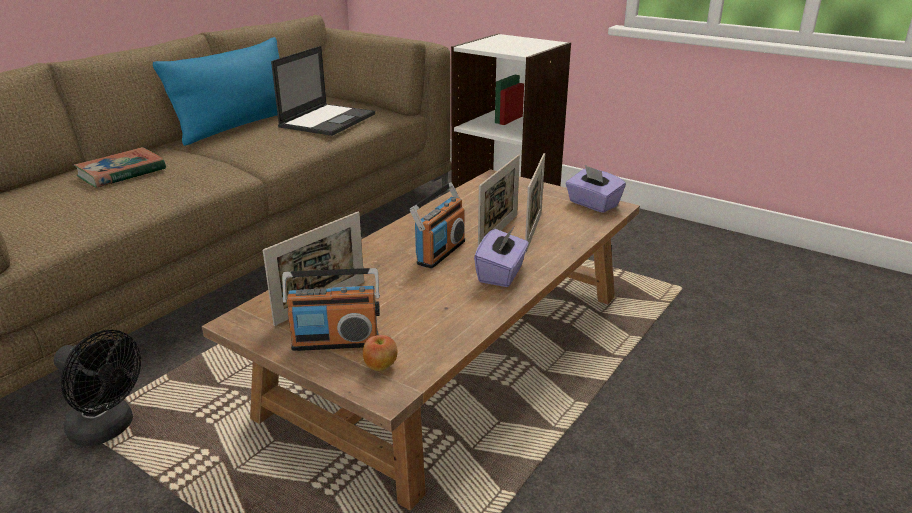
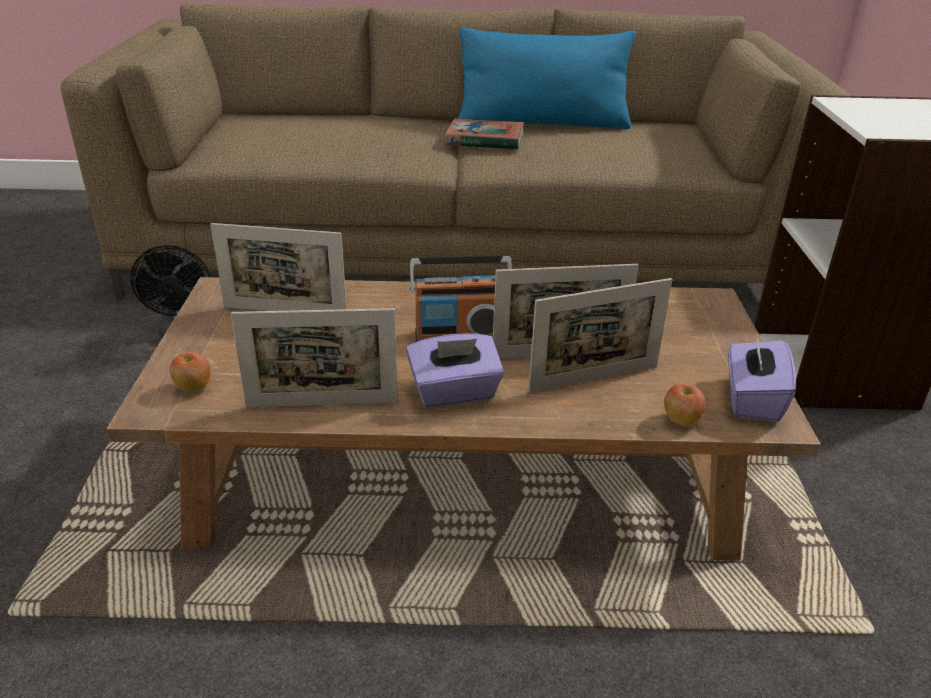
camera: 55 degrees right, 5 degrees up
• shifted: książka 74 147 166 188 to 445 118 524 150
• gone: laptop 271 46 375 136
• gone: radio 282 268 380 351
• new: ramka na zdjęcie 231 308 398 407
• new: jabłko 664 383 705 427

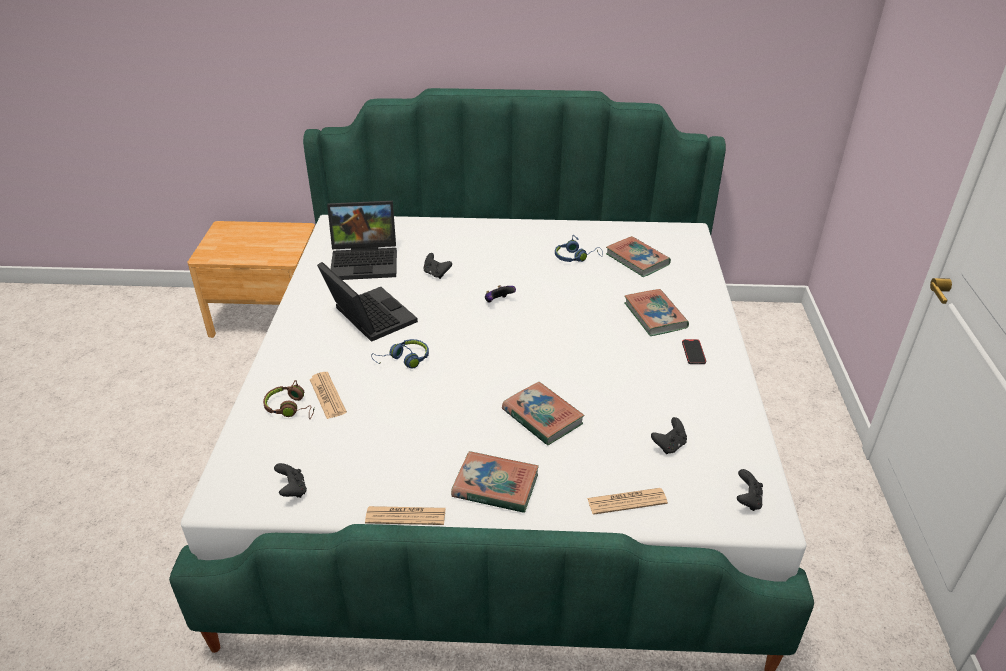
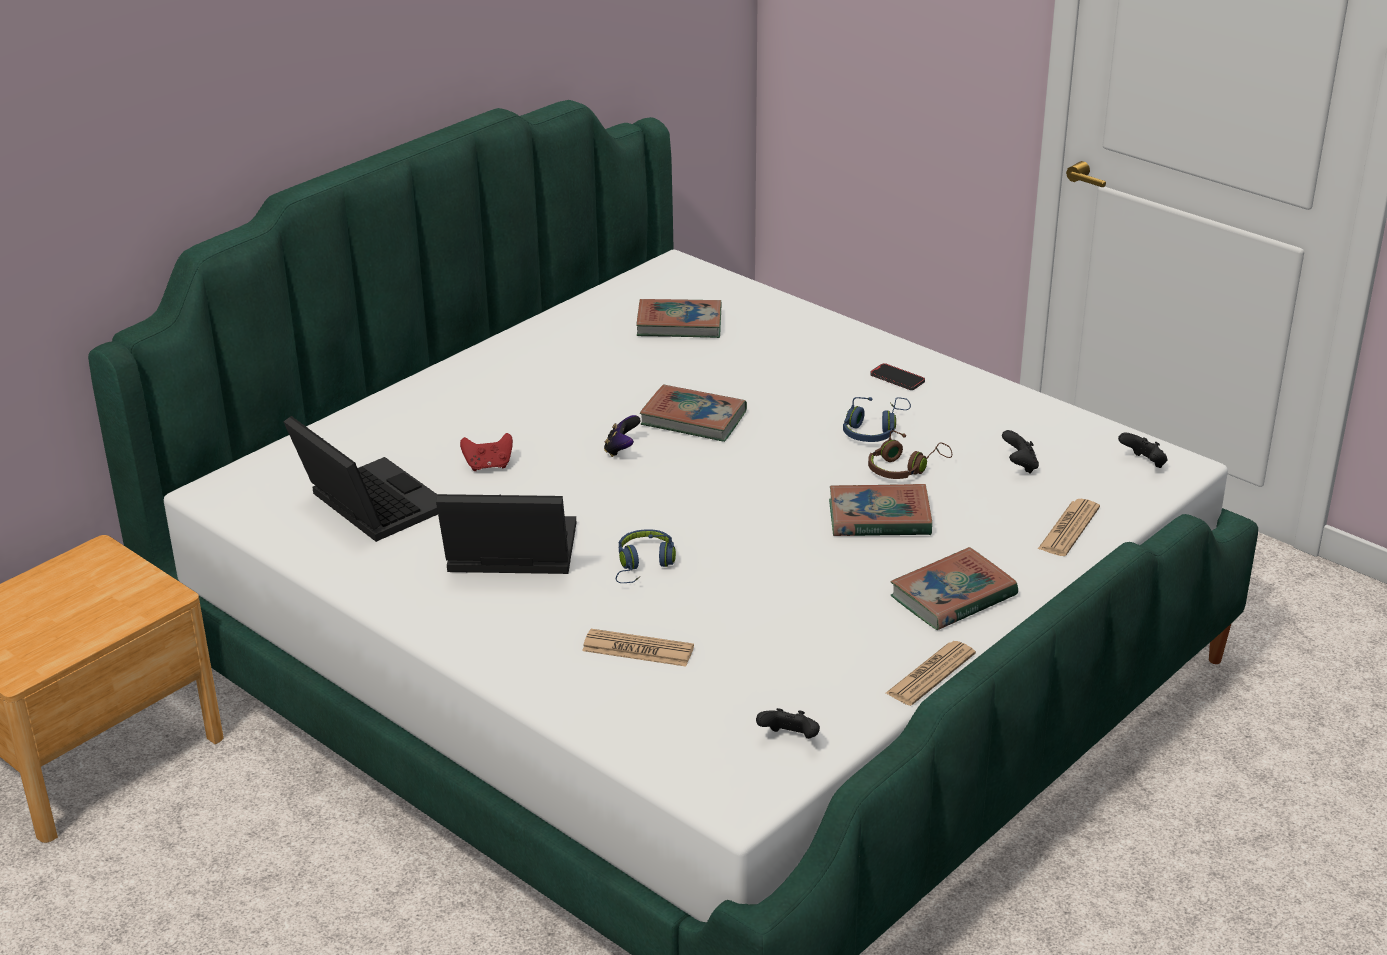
camera: 50 degrees left, 5 degrees down
• shifted: słuchawki/brązowy 263 380 314 419 to 868 430 952 479
• rotated: laptop 327 201 397 280 = 283 416 438 542 75 degrees counterclockwise
• repainted: pad do gier/czarny 423 253 452 279 to pad do gier/czerwony 460 433 513 471
• shifted: słuchawki/niebieski 555 235 603 262 to 843 397 911 442
• shifted: książka 624 289 689 336 to 640 385 747 442

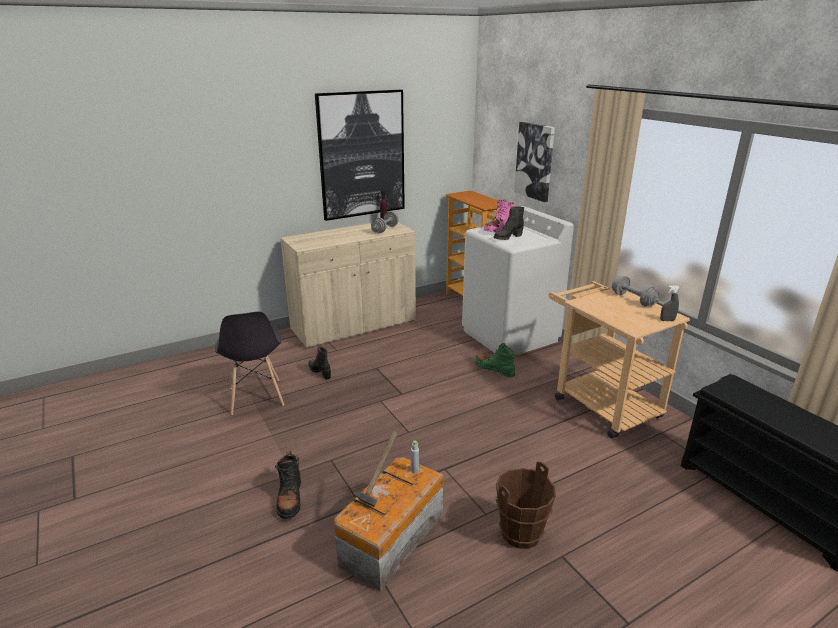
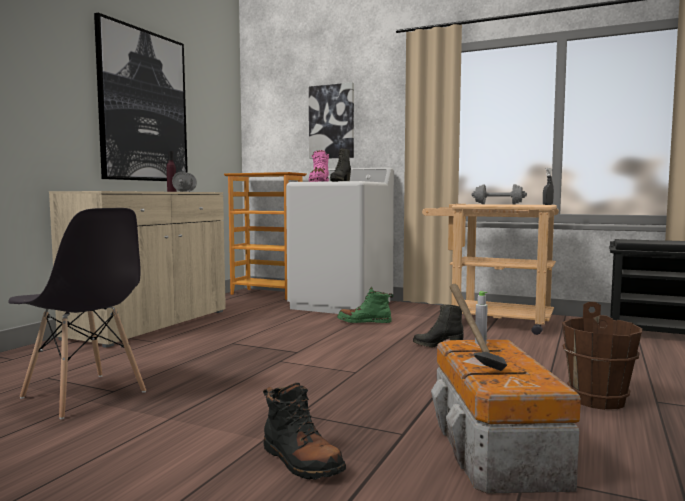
camera: 35 degrees left, 20 degrees down
• shifted: but z cholewką/czarny 308 347 331 380 to 413 304 464 347

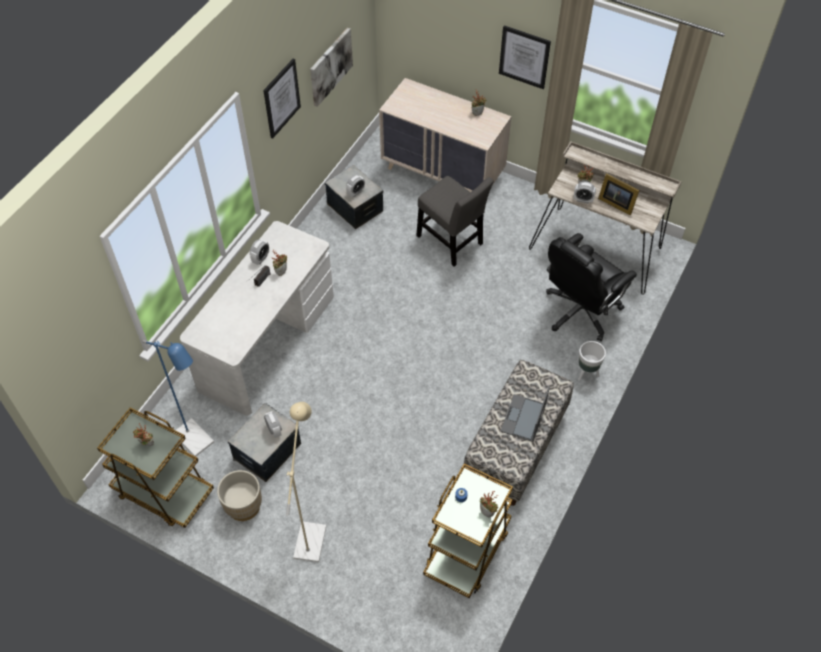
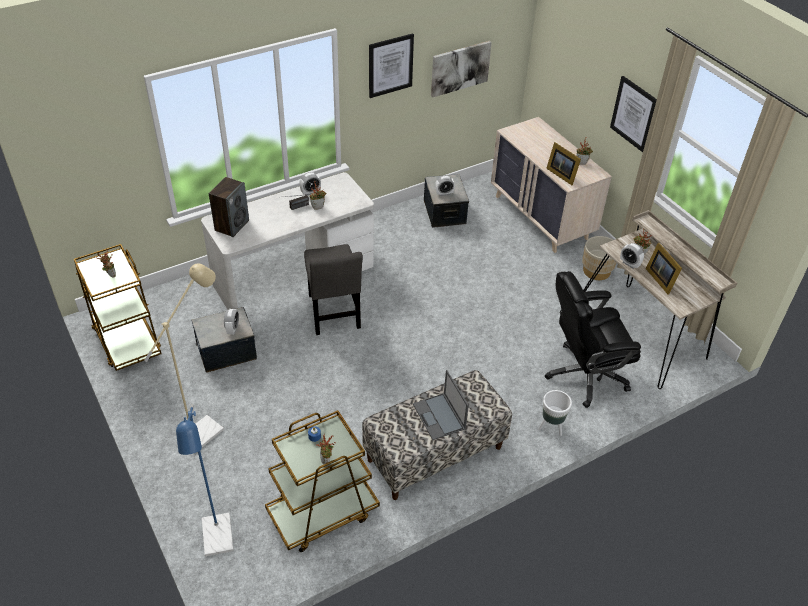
camera: 30 degrees right, 10 degrees down
• shifted: lampa stojąca/niebieski 142 340 214 457 to 176 405 234 556
• shifted: donica/beżowy 217 470 262 521 to 582 236 616 280
• shifted: krzesło/szary 416 176 494 267 to 304 244 363 335
• rotated: laptop 500 386 550 442 = 413 370 469 440 75 degrees counterclockwise
• new: głośnik 209 177 249 237
• new: ramka na zdjęcie 546 142 581 185

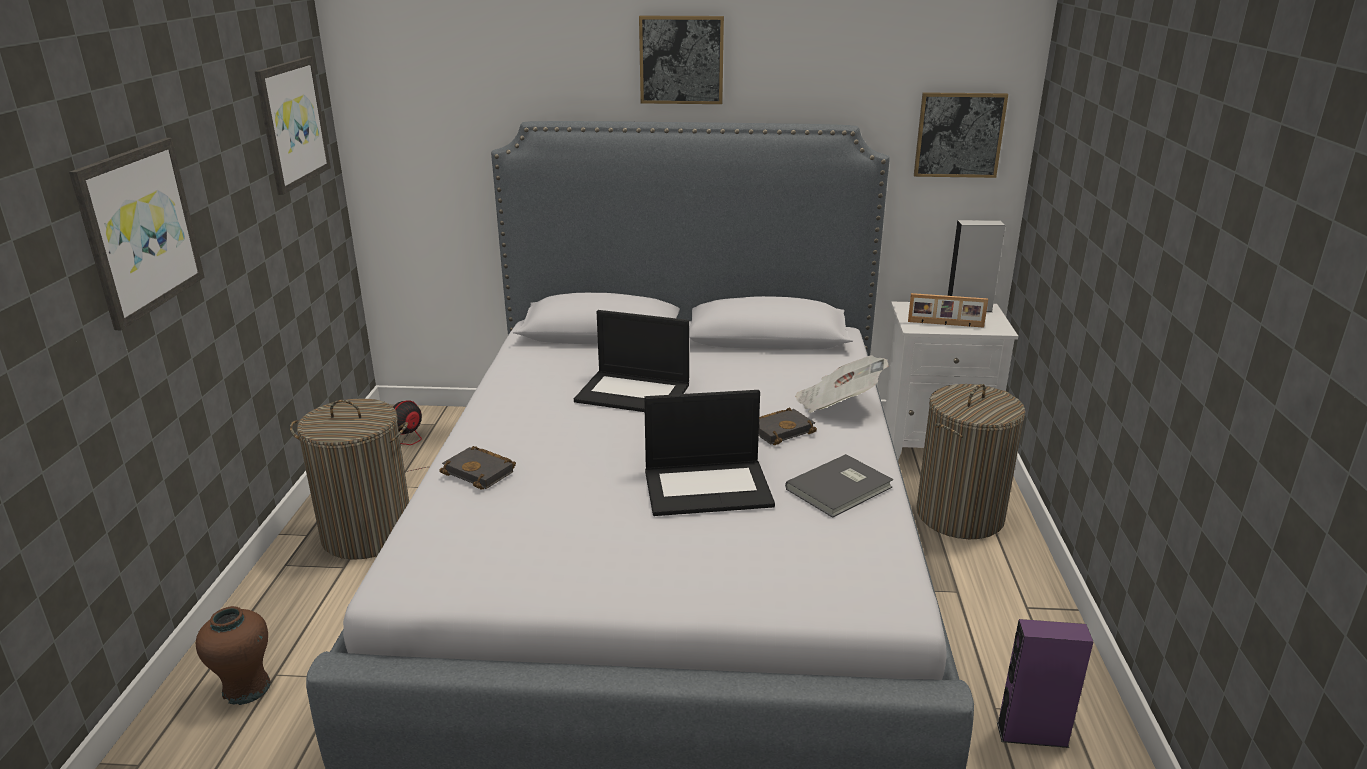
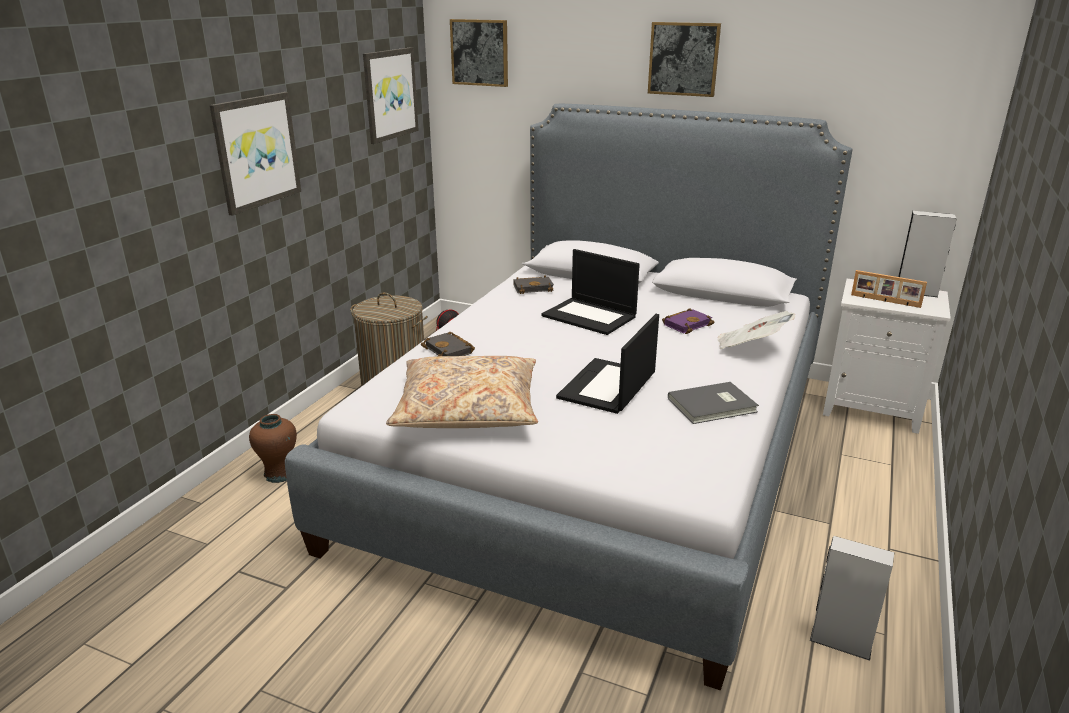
camera: 20 degrees right, 0 degrees up
• rotated: laptop 644 390 775 516 = 556 314 659 414 105 degrees clockwise
• shifted: książka/czarny 759 407 817 445 to 514 276 554 294
• shifted: obraz 914 92 1008 178 to 450 19 508 87
• gone: kosz na pranie 916 384 1026 539
• repainted: głośnik/fioletowy 997 619 1093 748 to głośnik/szary 810 536 894 661
• new: poduszka/beżowy 386 356 538 428
• new: książka/fioletowy 662 308 714 334

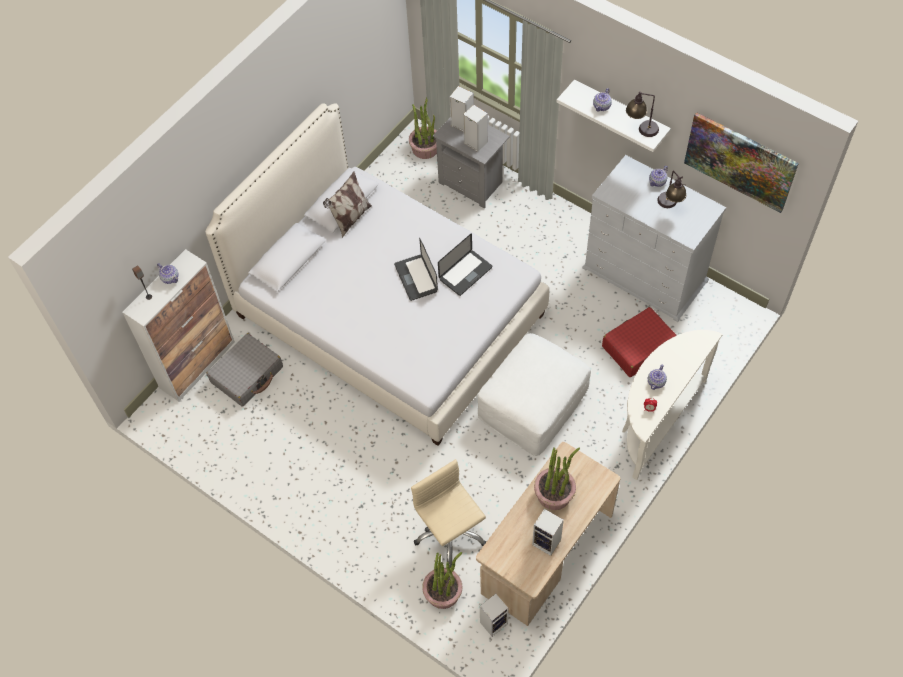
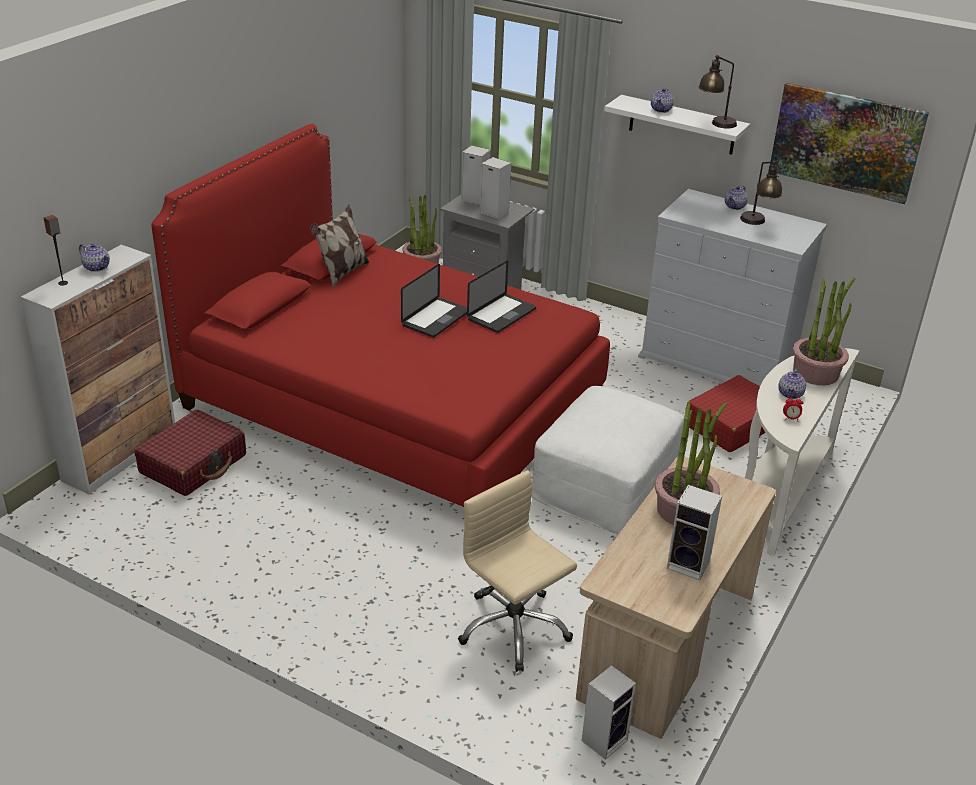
camera: 10 degrees left, 25 degrees down
• repainted: łóżko/biały 205 103 549 446 to łóżko/czerwony 151 124 610 507
• repainted: walizka/szary 206 333 283 407 to walizka/czerwony 134 410 246 496
• rotated: laptop 394 238 438 301 = 401 264 467 338 120 degrees counterclockwise
• shifted: roślina doniczkowa 422 552 462 609 to 793 278 855 385

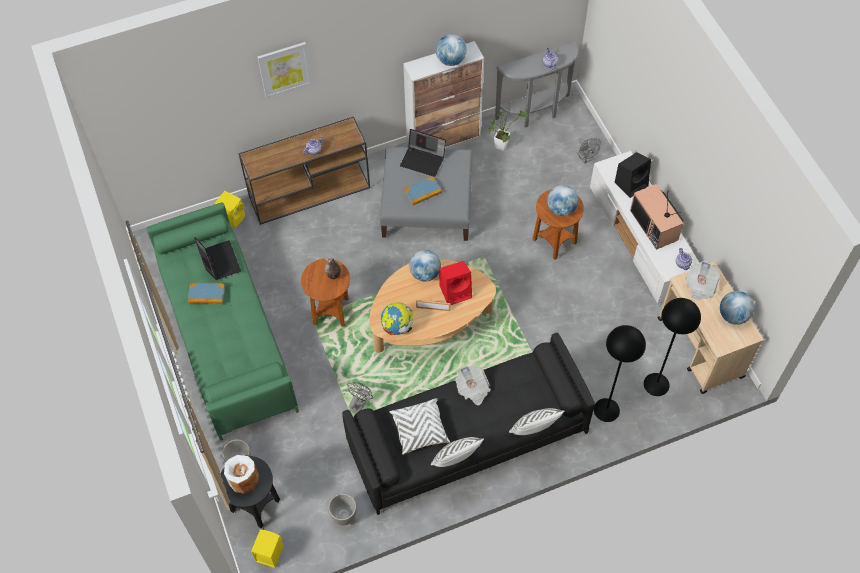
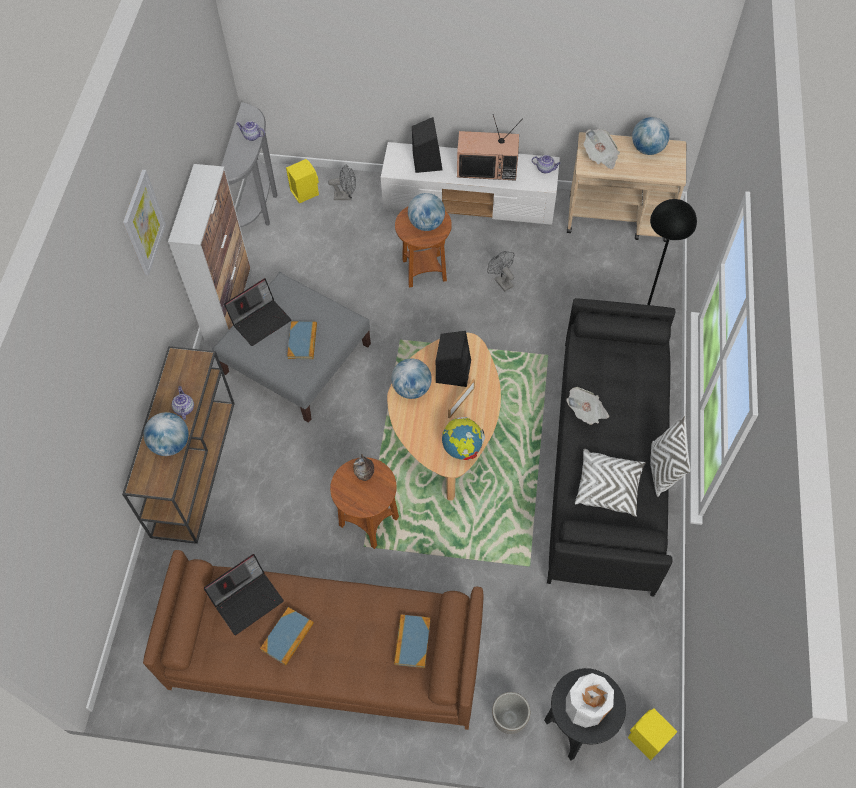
camera: 60 degrees left, 0 degrees up
• repainted: kanapa/zielony 146 202 299 441 to kanapa/brązowy 143 550 484 730
• rotated: laptop 194 237 241 280 = 204 554 284 635 135 degrees clockwise
• shifted: głośnik/żółty 214 191 245 228 to 286 159 319 203
• shifted: obraz 257 42 312 98 to 123 170 166 276
• gone: donica 328 493 357 525
• shifted: wentylator/szary 347 382 373 414 to 487 251 515 292
• shifted: globus 436 34 467 66 to 143 412 189 456
• repainted: głośnik/czerwony 439 261 472 305 to głośnik/czarny 436 331 471 387
• gone: roślina doniczkowa 489 107 528 151
• gone: poduszka/biały 509 408 565 435
• gone: lampa stojąca/czarny 644 298 701 396
• new: książka 394 614 431 668

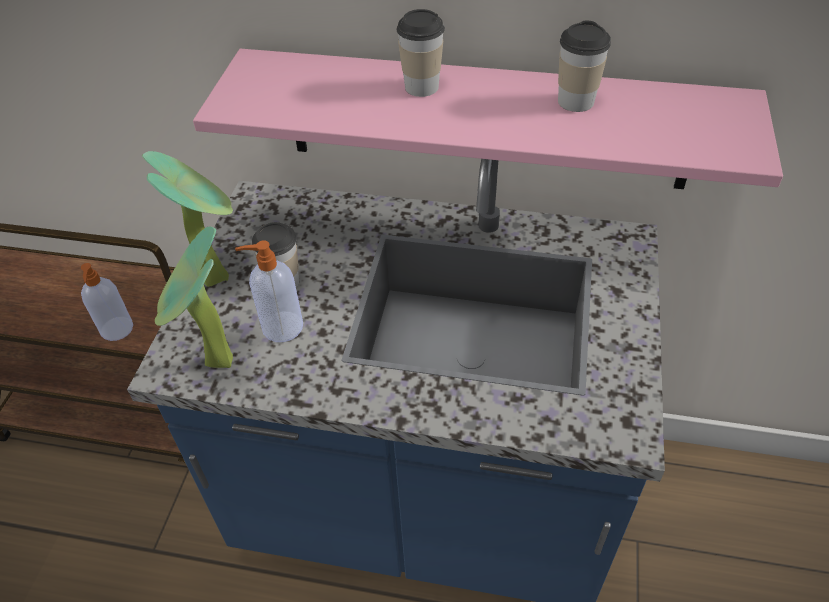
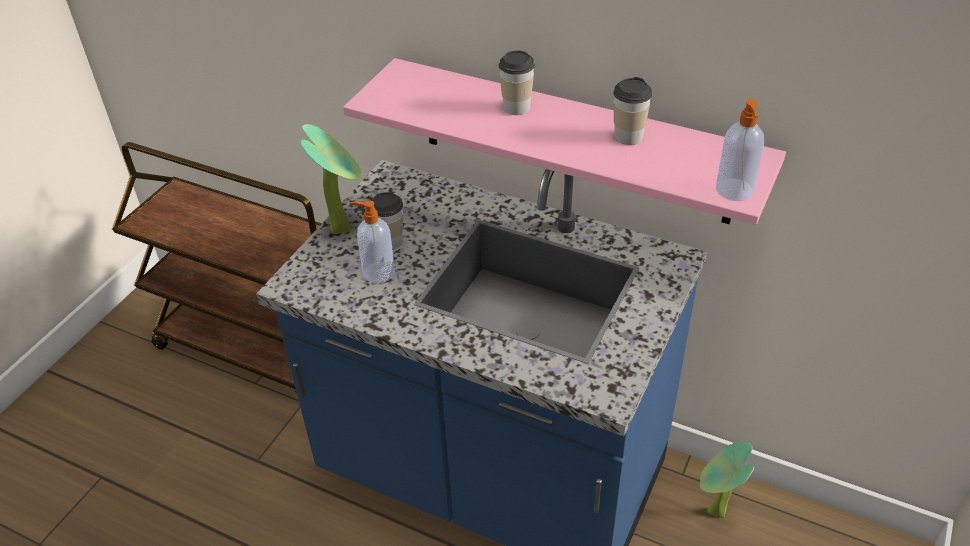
camera: 15 degrees right, 5 degrees down
• shifted: dozownik mydła 81 263 133 341 to 716 99 764 201
• shifted: roślina doniczkowa 155 226 233 368 to 700 441 754 518

